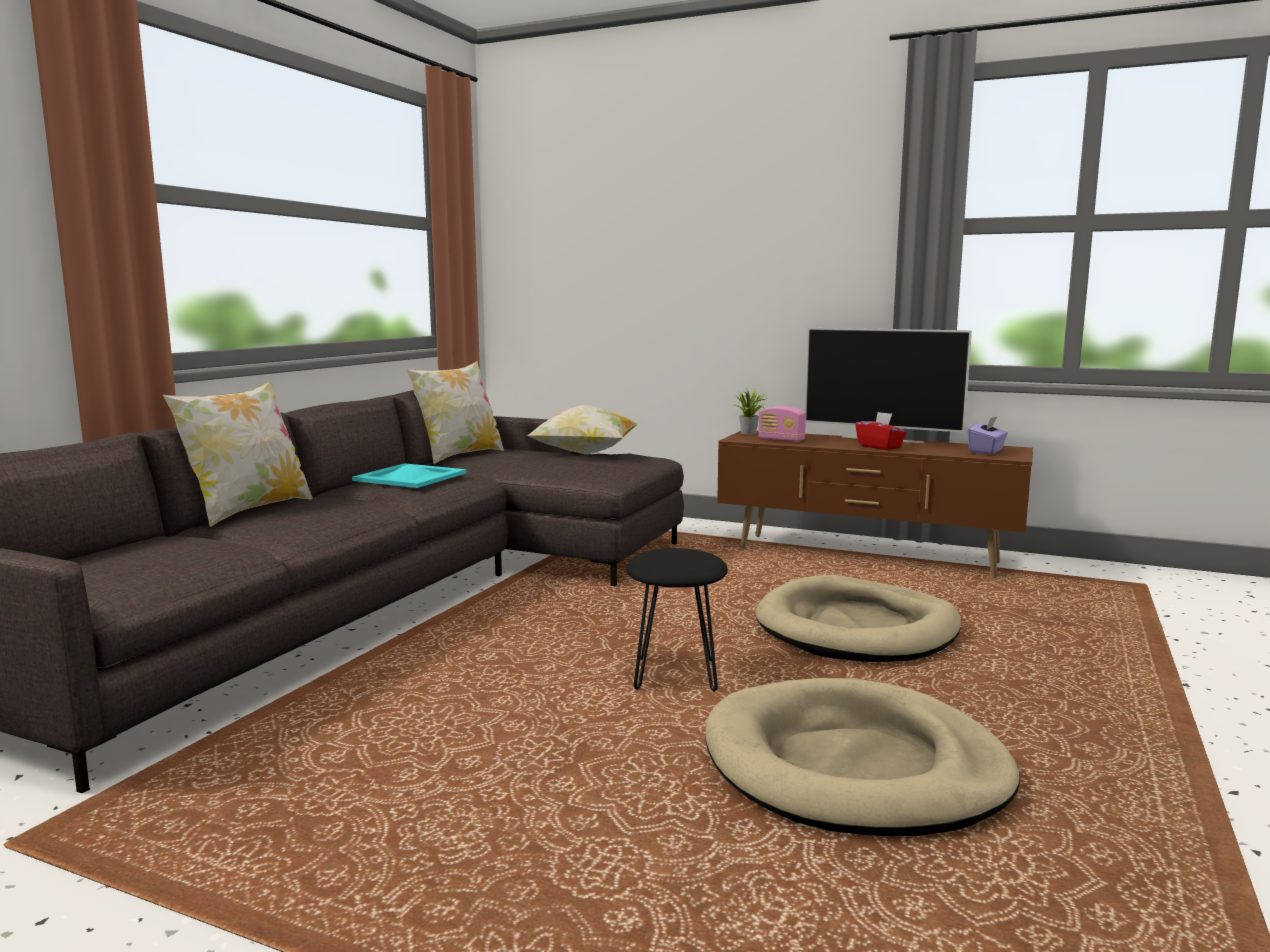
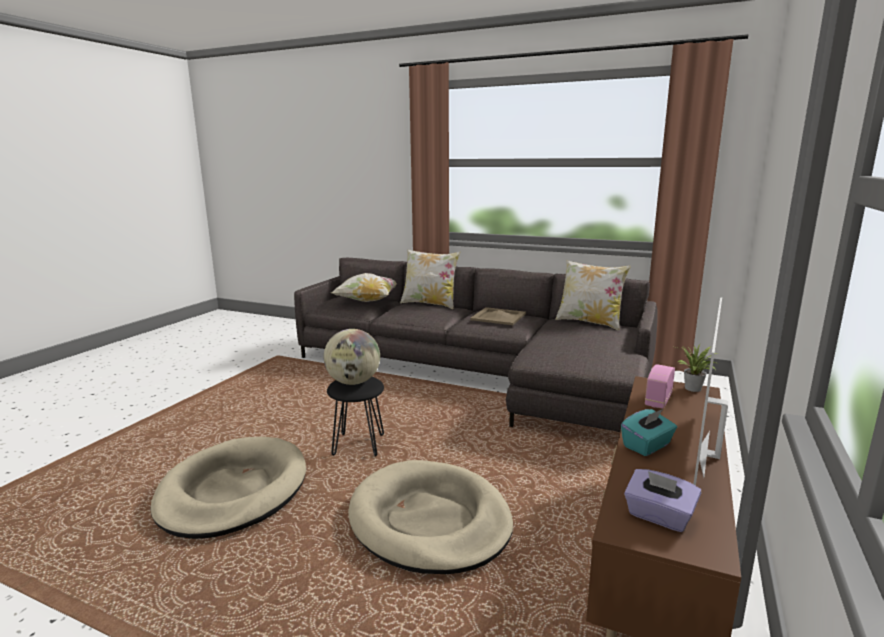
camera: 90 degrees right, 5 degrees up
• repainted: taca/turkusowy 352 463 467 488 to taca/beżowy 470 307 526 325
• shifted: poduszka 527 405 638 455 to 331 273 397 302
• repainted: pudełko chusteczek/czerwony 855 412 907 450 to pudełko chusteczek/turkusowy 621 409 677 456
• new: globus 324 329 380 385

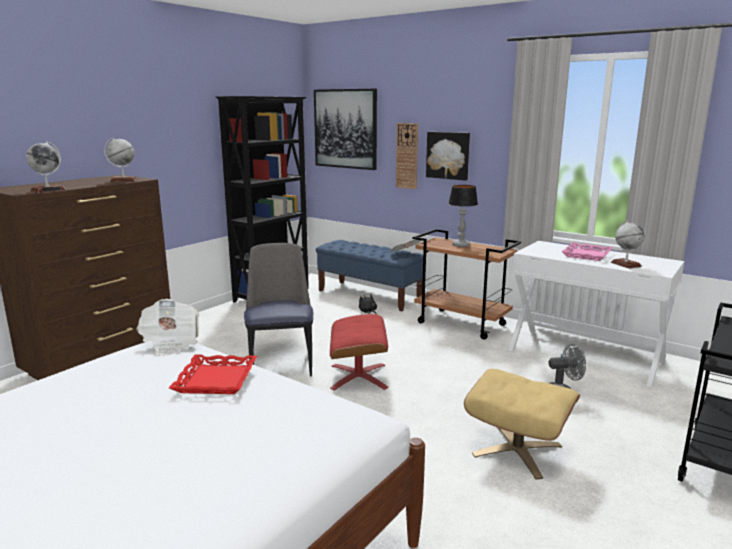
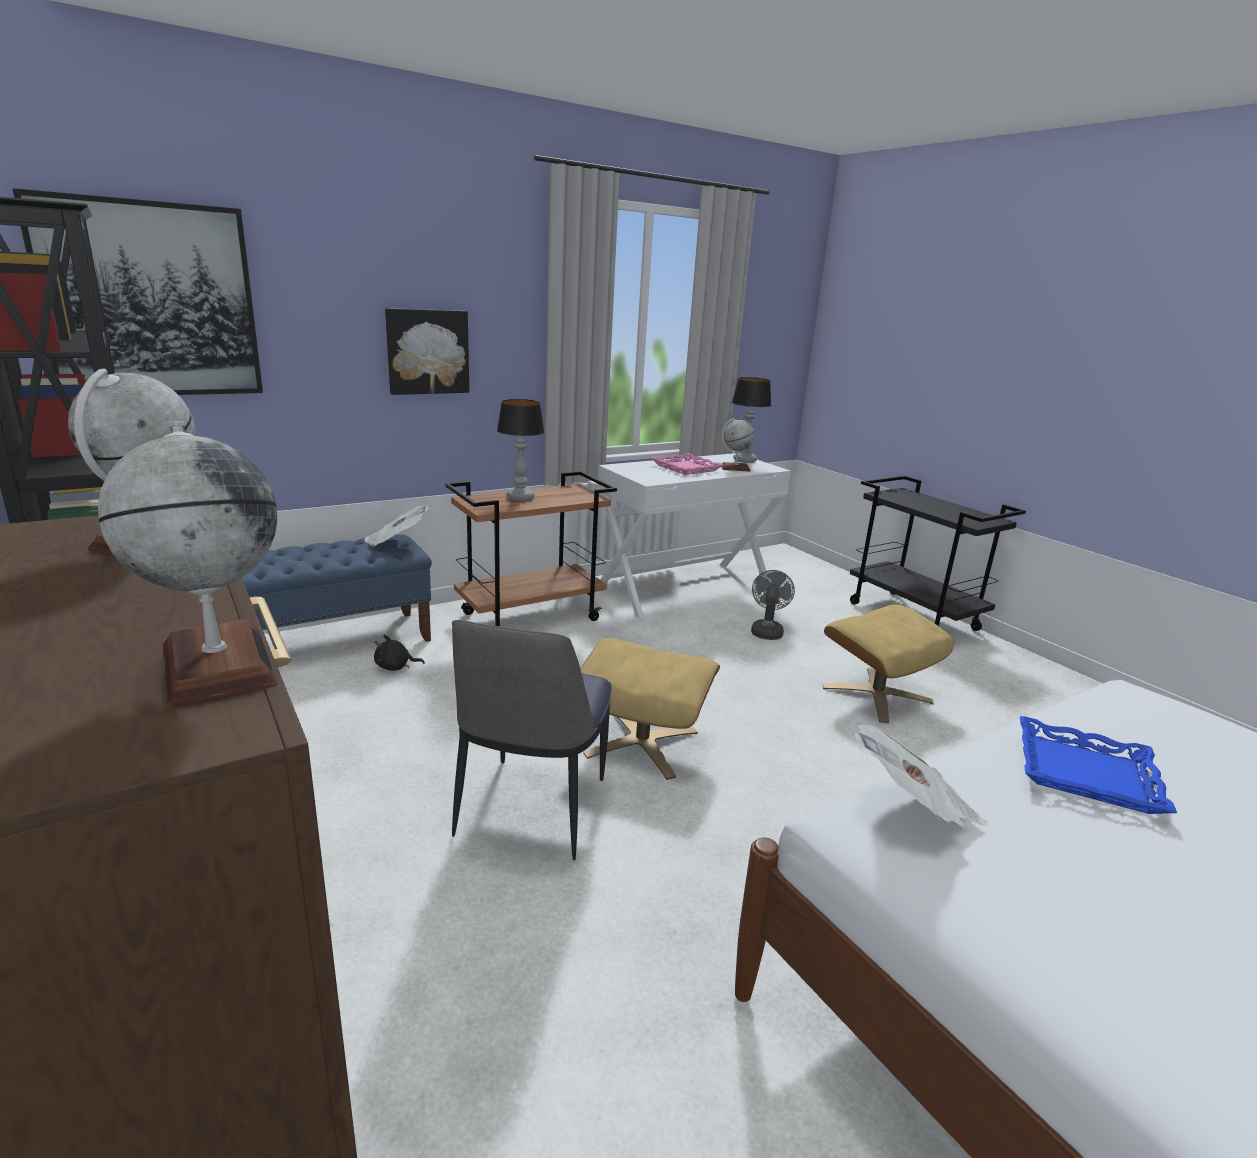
camera: 70 degrees left, 5 degrees up
• repainted: taca/czerwony 169 354 257 394 to taca/niebieski 1020 716 1177 814
• rotated: krzesło 244 243 313 377 = 452 620 612 860 90 degrees counterclockwise
• repainted: pufa/czerwony 330 314 388 390 to pufa/beżowy 580 638 720 780
• gone: zegar ścienny 396 123 418 189
• new: lampa stołowa 732 377 771 463

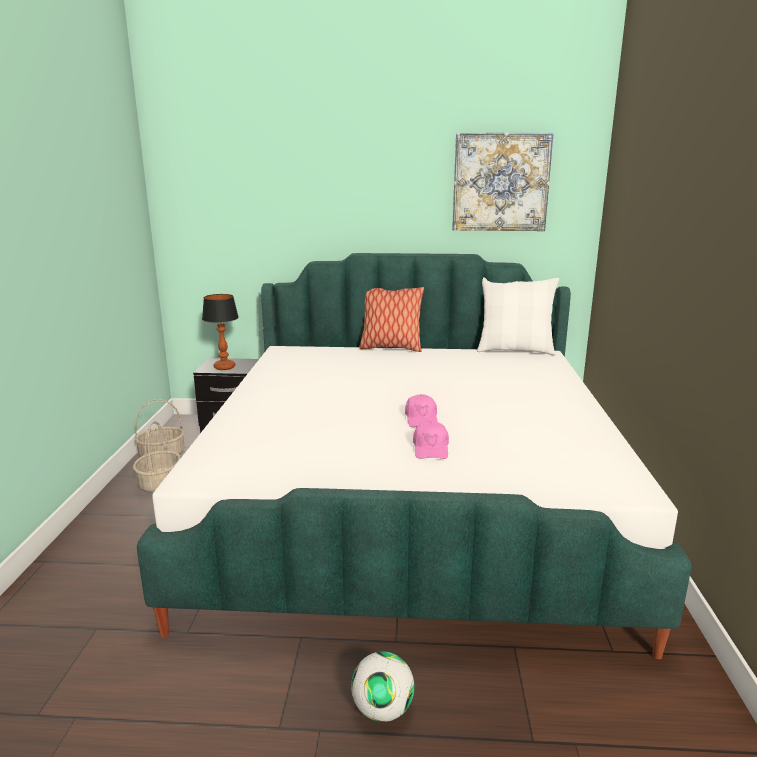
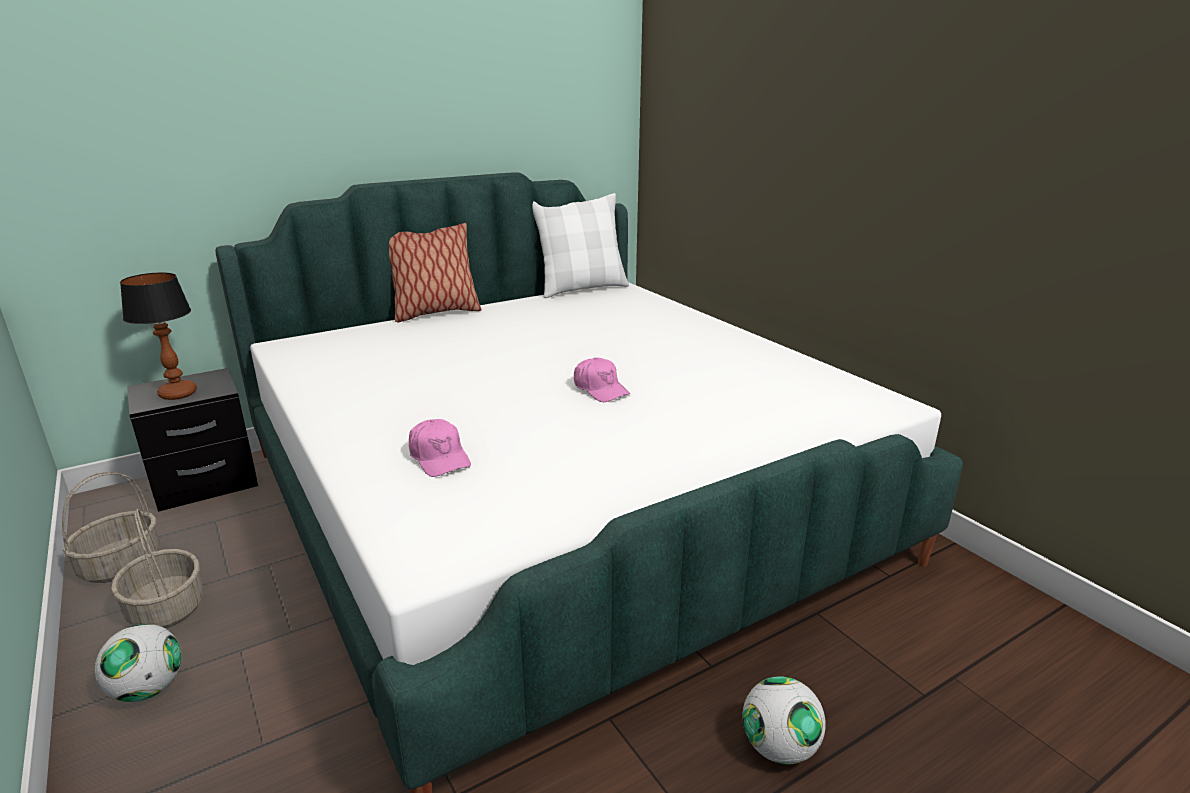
camera: 35 degrees left, 5 degrees up
• shifted: czapka z daszkiem/różowy 413 421 449 459 to 409 419 471 477
• gone: obraz 452 133 554 231
• new: piłka futbolowa 95 624 181 702

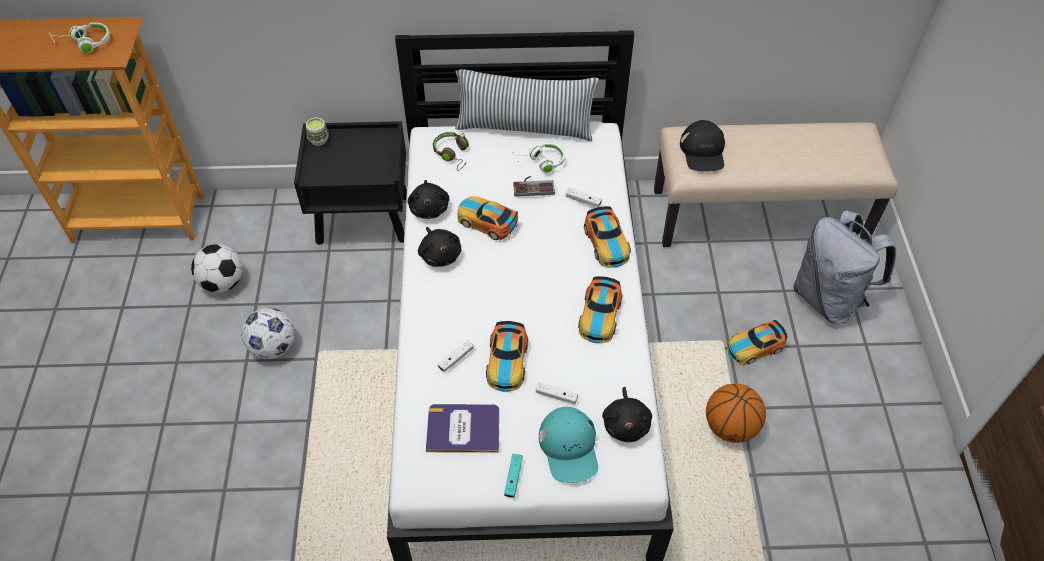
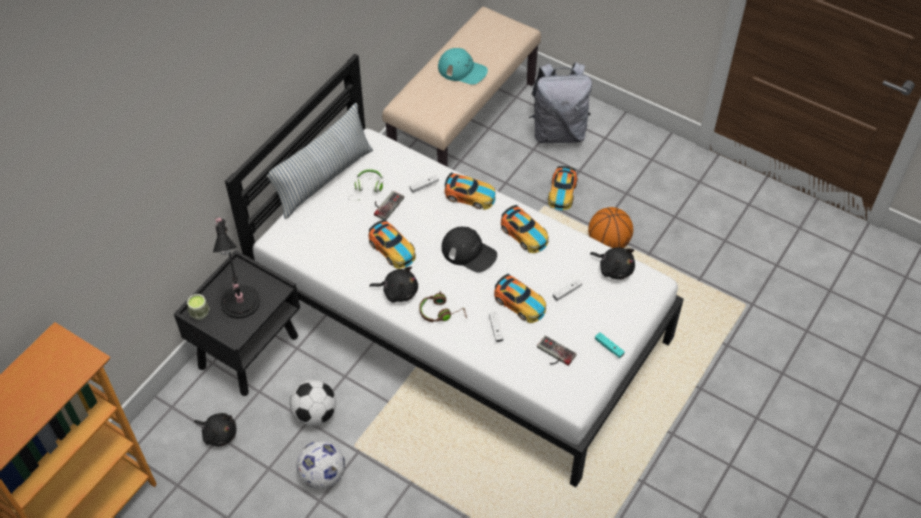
camera: 55 degrees left, 0 degrees up
• gone: słuchawki/biały 49 22 110 53
• shifted: piłka futbolowa 191 244 243 293 to 290 379 336 426
• shifted: pluszak/czarny 408 180 449 219 to 194 413 236 447
• swapped: książka 426 404 500 453 to pad do gier 537 336 577 366
• shifted: słuchawki/brązowy 433 132 469 171 to 419 291 467 322
• rotated: samochodzik 458 196 518 240 = 369 219 416 269 105 degrees counterclockwise
• shifted: czapka z daszkiem/turkusowy 539 407 598 483 to 438 48 488 85
• shifted: czapka z daszkiem/czarny 680 120 725 171 to 442 227 497 272
• new: lampa stołowa/czarny 213 217 260 318

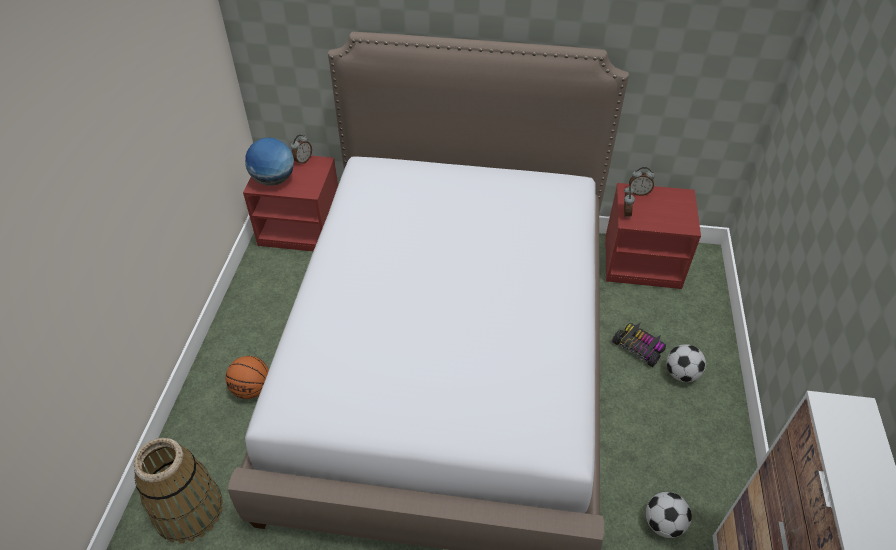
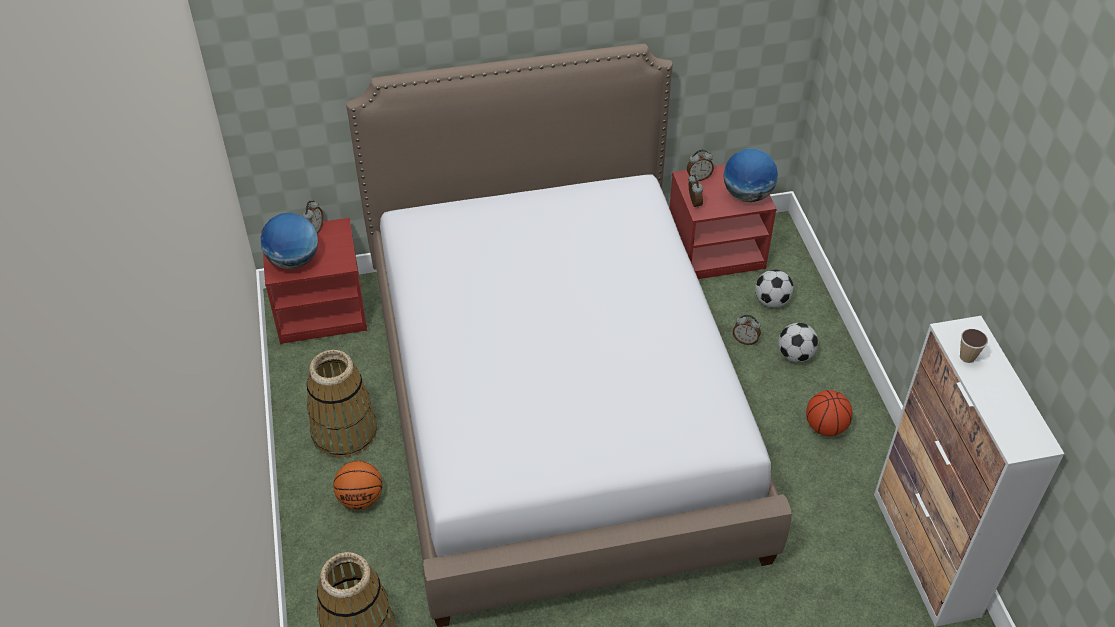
camera: 20 degrees left, 0 degrees up
• swapped: samochodzik 612 323 666 367 to budzik 733 315 761 345
• shifted: piłka futbolowa 646 492 692 538 to 755 270 793 308
• new: koszyk 307 350 377 459
• new: globus 723 148 778 202
• new: piłka do koszykówki 806 390 853 436
• new: filiżanka 960 329 988 363

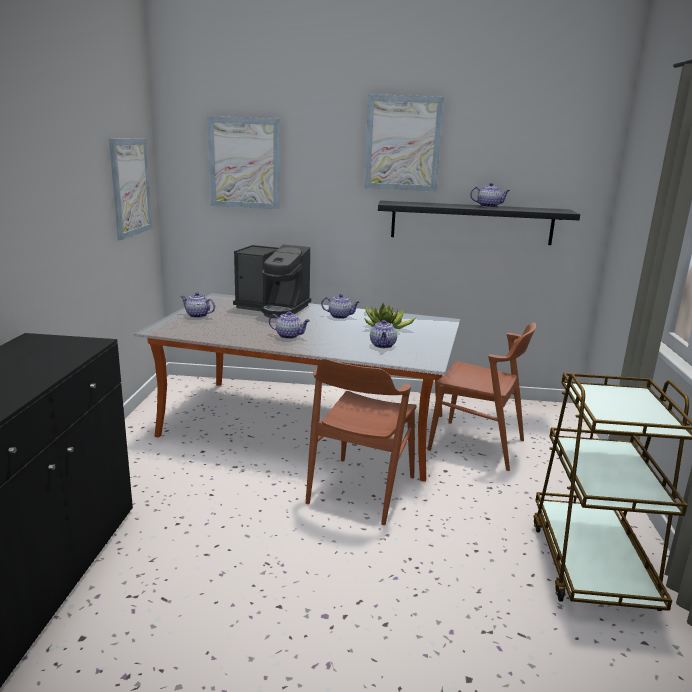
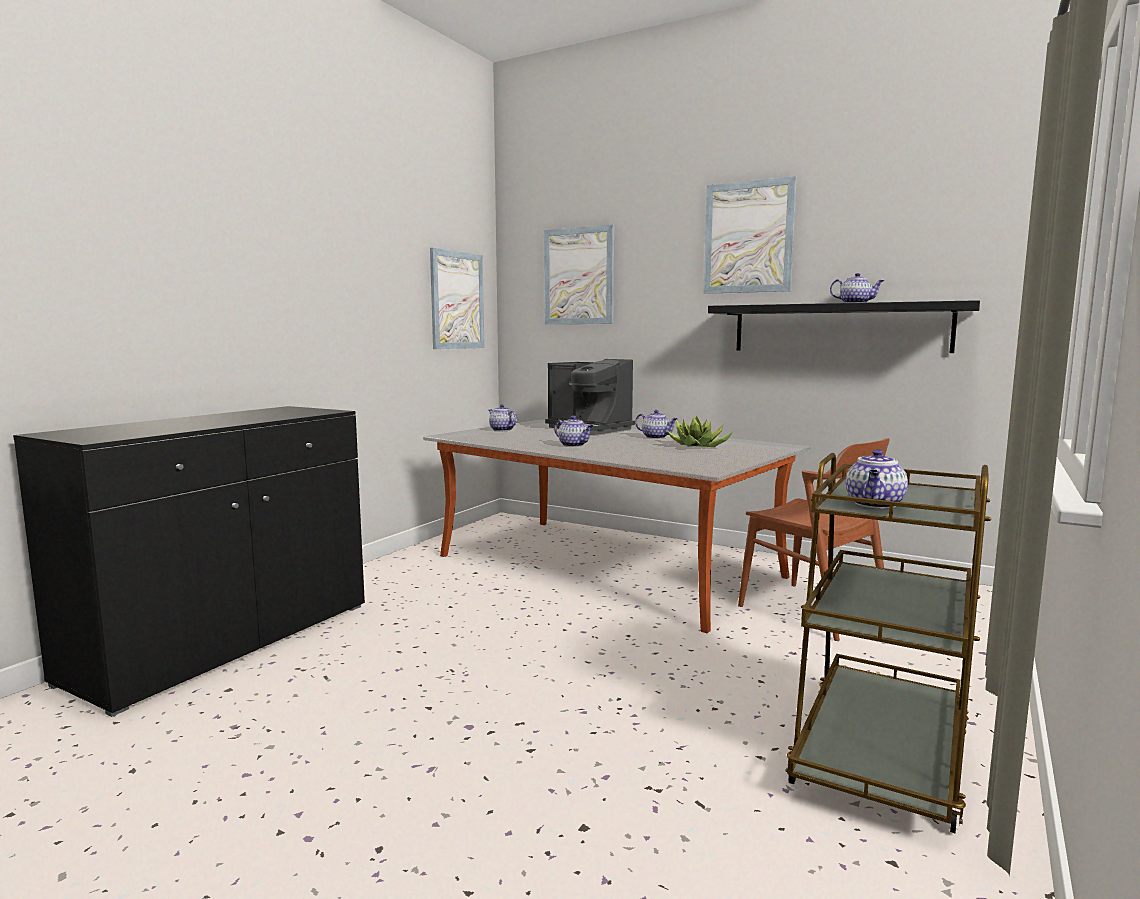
camera: 25 degrees right, 10 degrees down
• gone: krzesło/brązowy 306 359 417 525
• shifted: imbryk 370 320 397 348 to 846 449 908 508

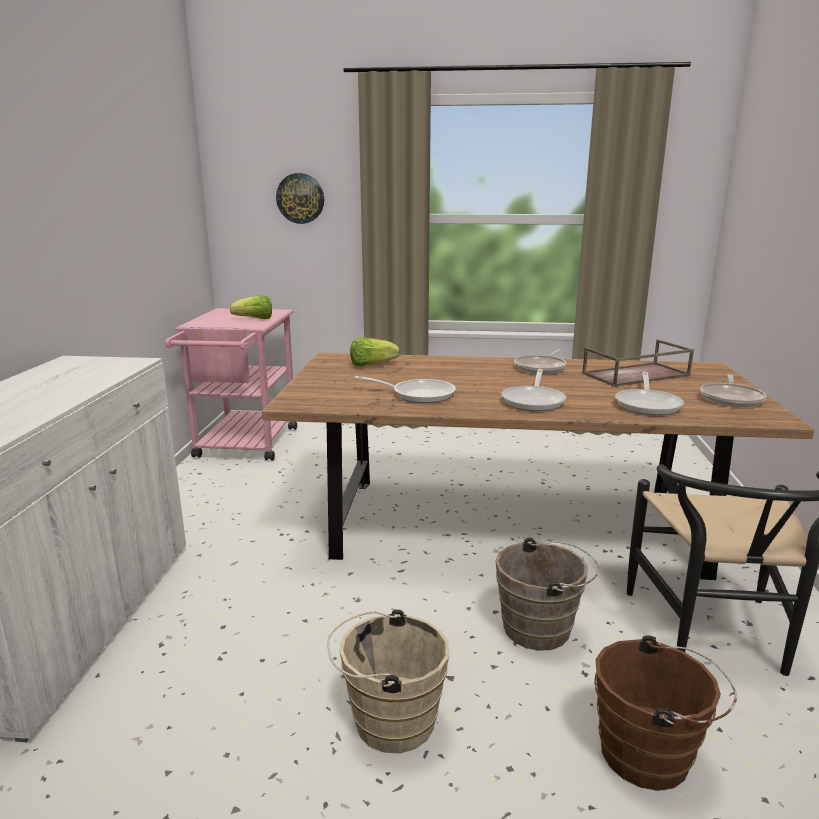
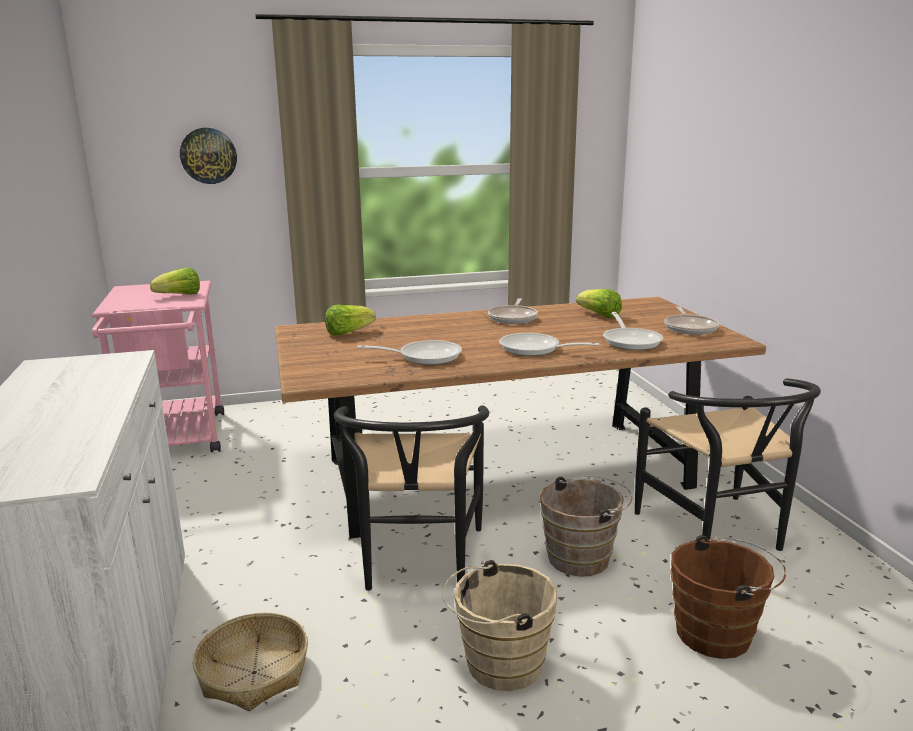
camera: 20 degrees left, 0 degrees up
• rotated: patelnia 501 369 566 411 = 499 333 600 356 120 degrees clockwise
• swapped: taca/brązowy 582 339 694 387 to sałata 576 289 622 318
• new: koszyk 193 613 308 711
• new: krzesło/czarny 334 405 489 591

